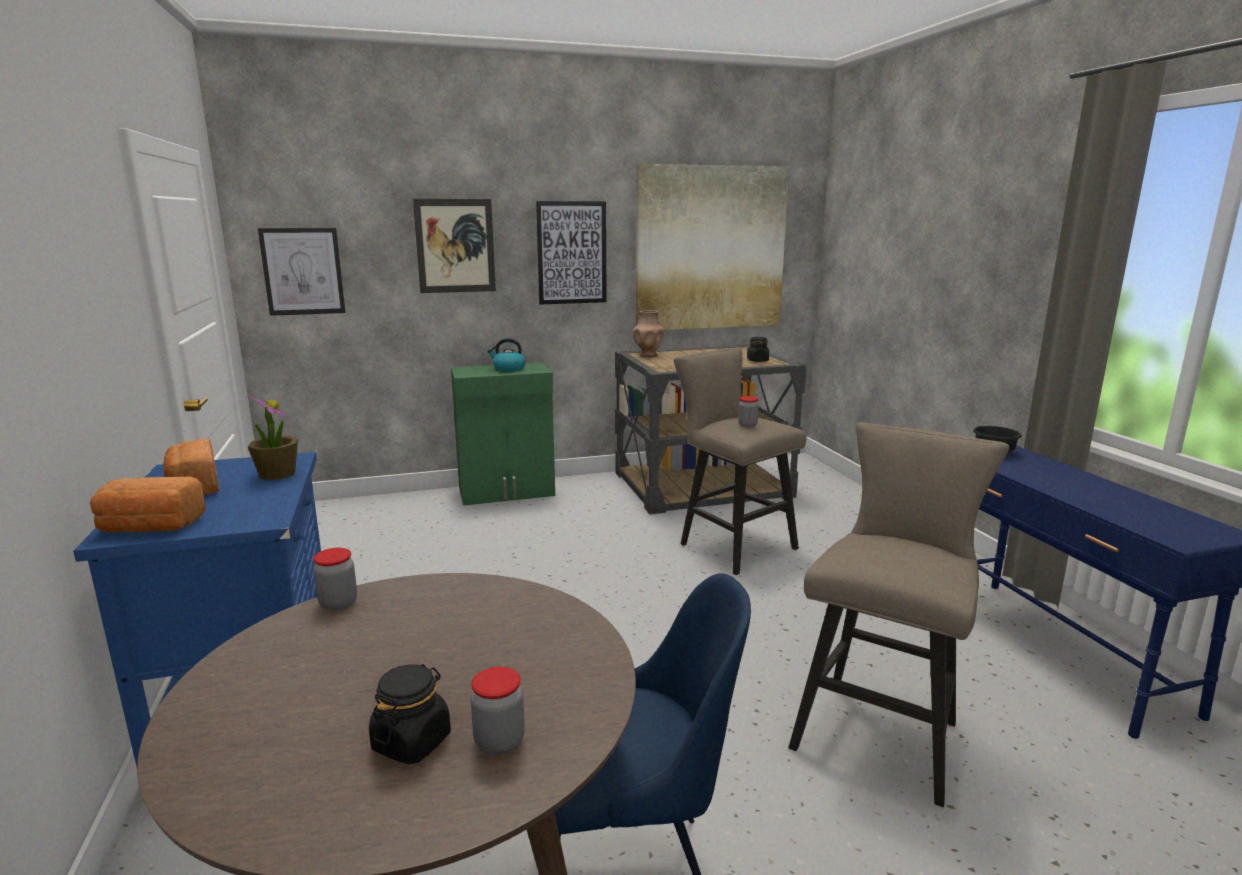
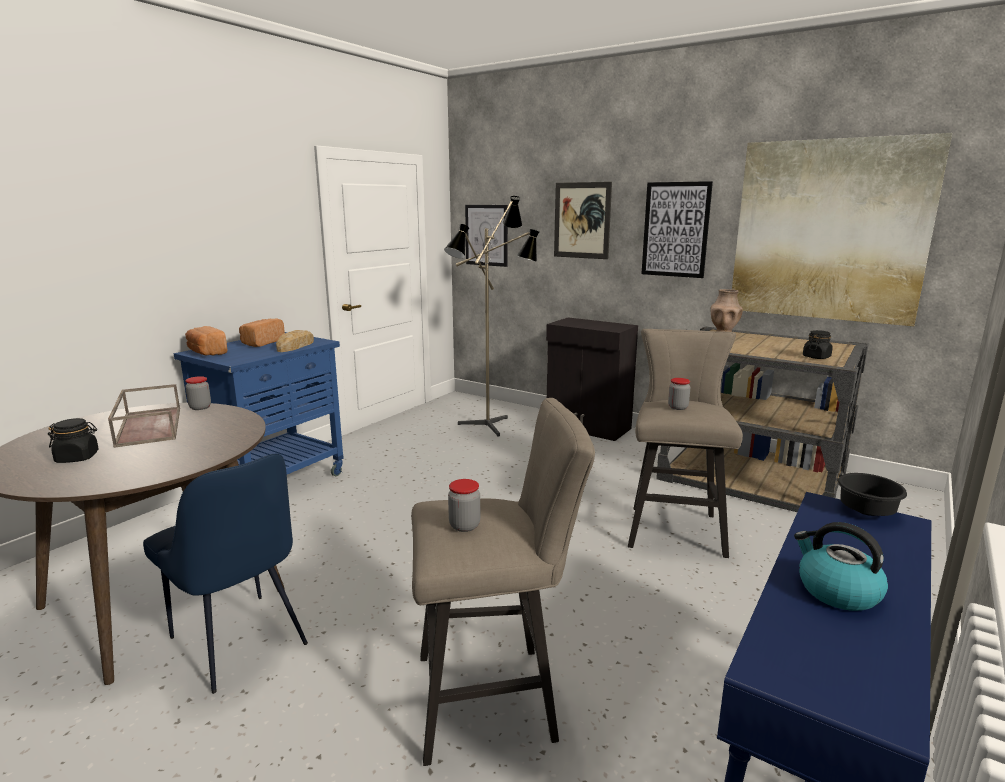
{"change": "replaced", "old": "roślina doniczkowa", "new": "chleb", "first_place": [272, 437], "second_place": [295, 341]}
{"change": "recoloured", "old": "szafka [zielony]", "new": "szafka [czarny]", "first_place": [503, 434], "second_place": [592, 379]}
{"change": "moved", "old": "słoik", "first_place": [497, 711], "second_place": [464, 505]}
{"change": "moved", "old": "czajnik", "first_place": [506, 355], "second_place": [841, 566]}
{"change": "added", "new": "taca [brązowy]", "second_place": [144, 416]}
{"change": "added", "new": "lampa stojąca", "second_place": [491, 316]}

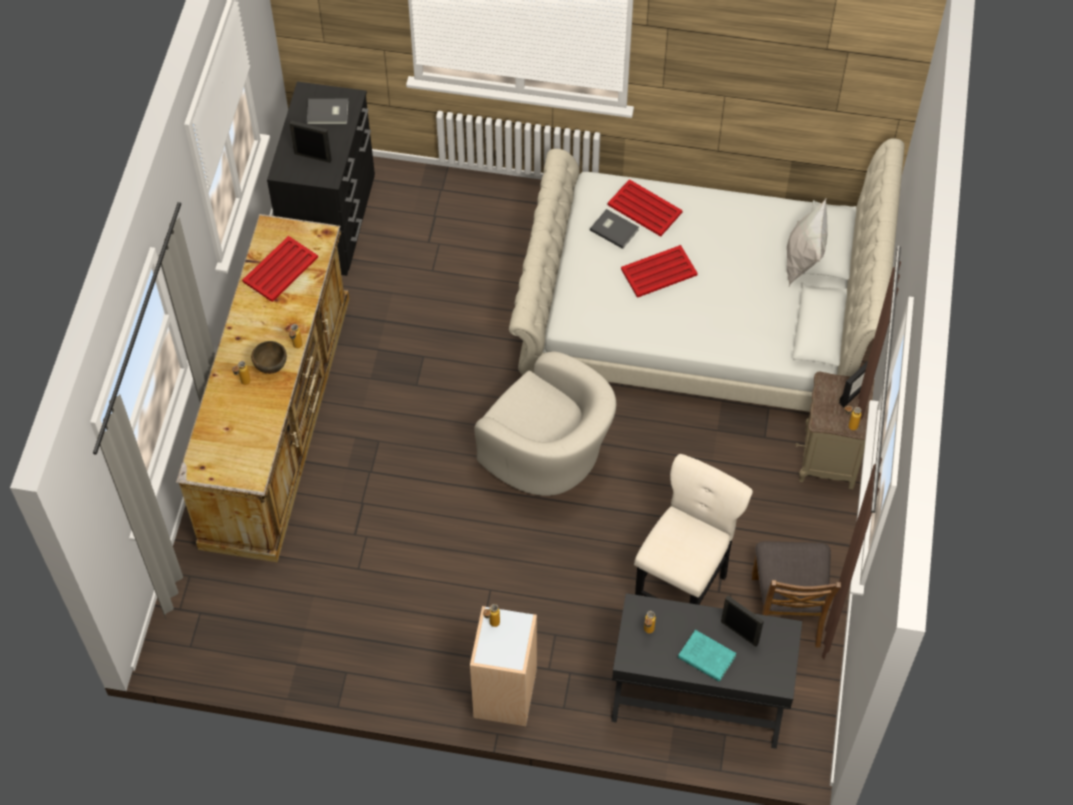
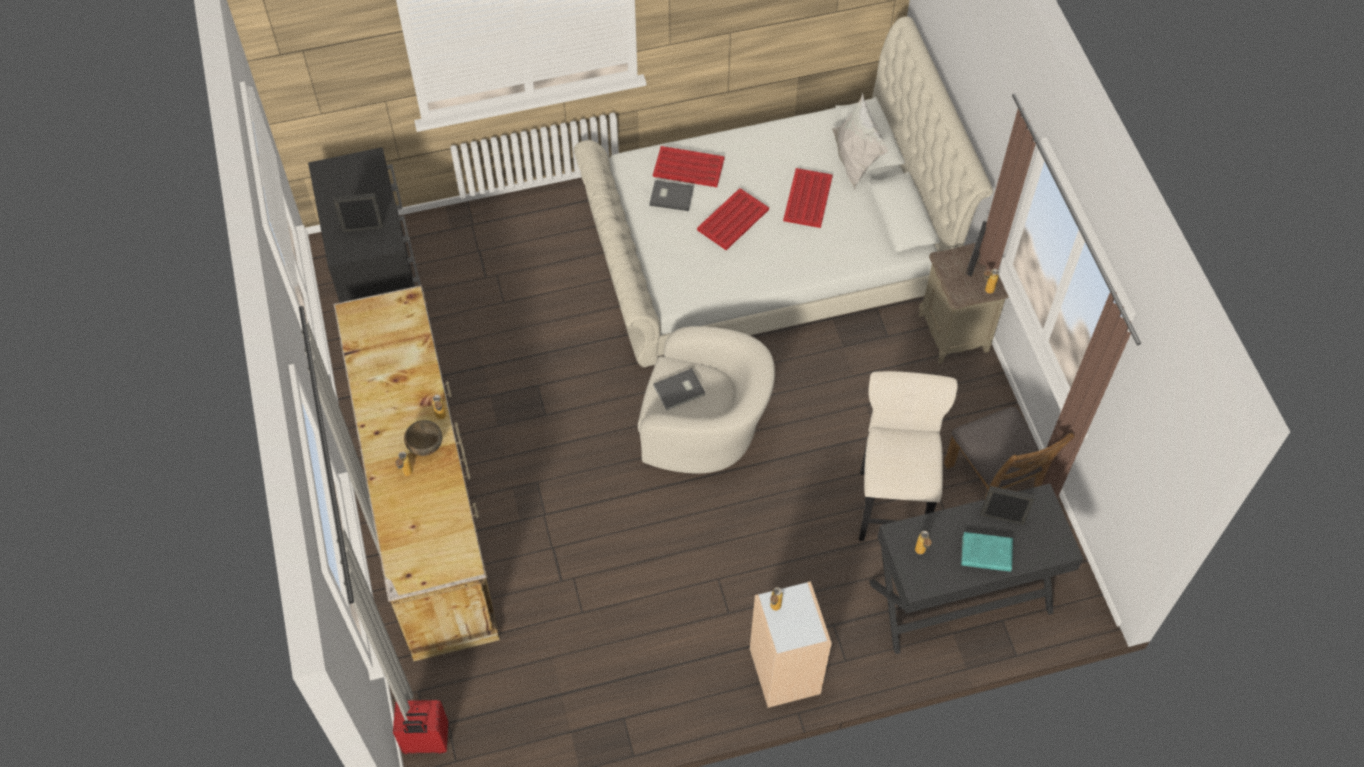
{"change": "moved", "old": "taca [czerwony]", "first_place": [280, 269], "second_place": [808, 198]}
{"change": "moved", "old": "książka [szary]", "first_place": [328, 111], "second_place": [679, 389]}
{"change": "added", "new": "walizka [czerwony]", "second_place": [421, 727]}

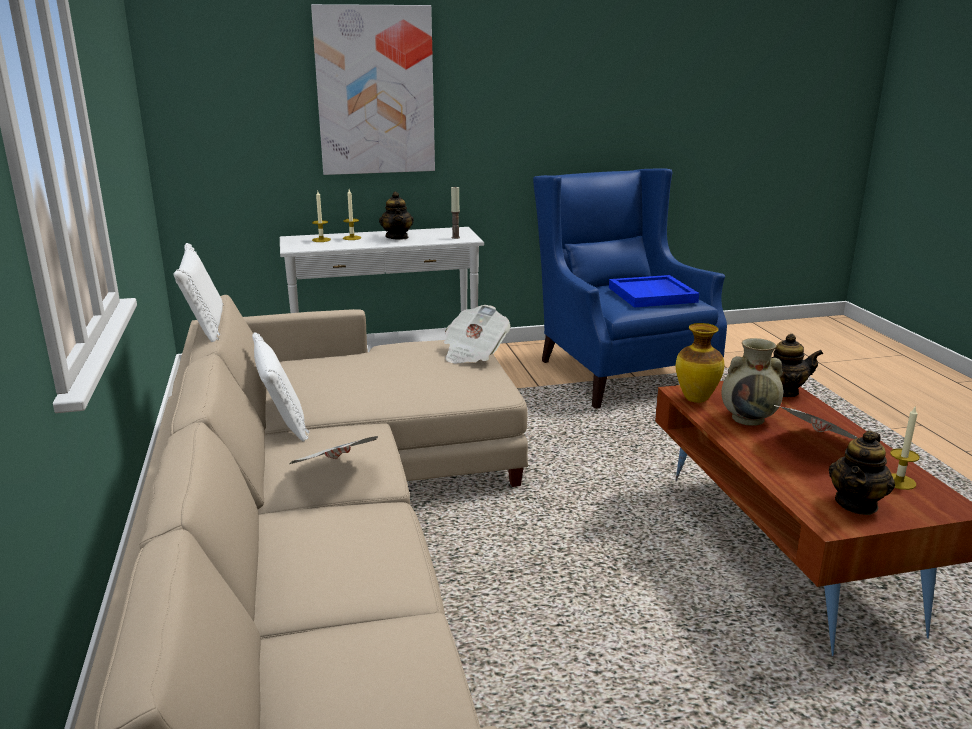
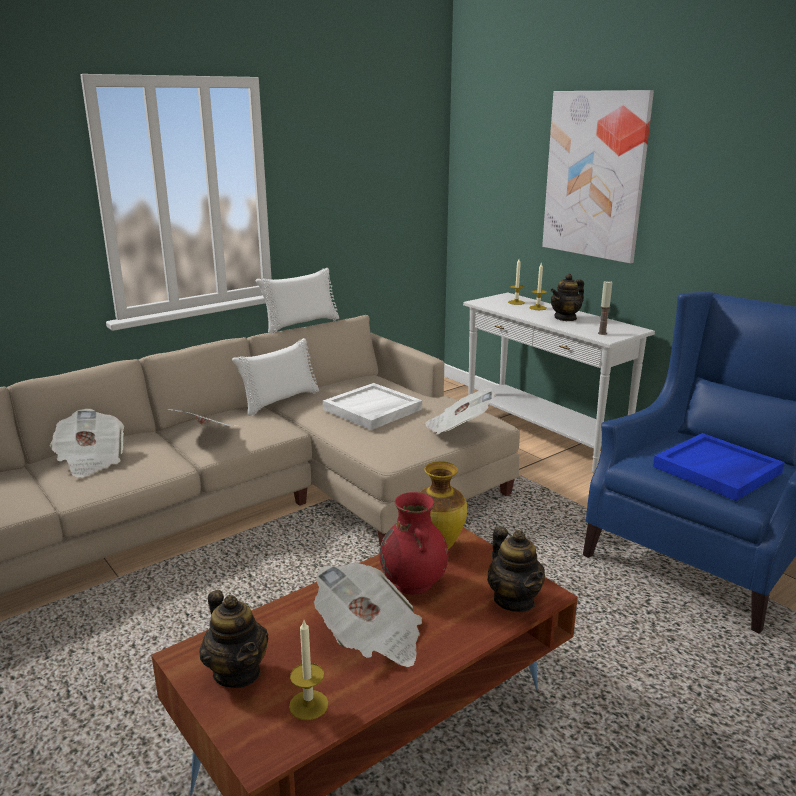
{"change": "recoloured", "old": "wazon [beżowy]", "new": "wazon [czerwony]", "first_place": [752, 382], "second_place": [414, 543]}
{"change": "turned", "old": "imbryk", "first_place": [862, 472], "second_place": [234, 639], "degrees": -135}
{"change": "added", "new": "gazeta", "second_place": [87, 443]}
{"change": "added", "new": "taca [biały]", "second_place": [372, 406]}

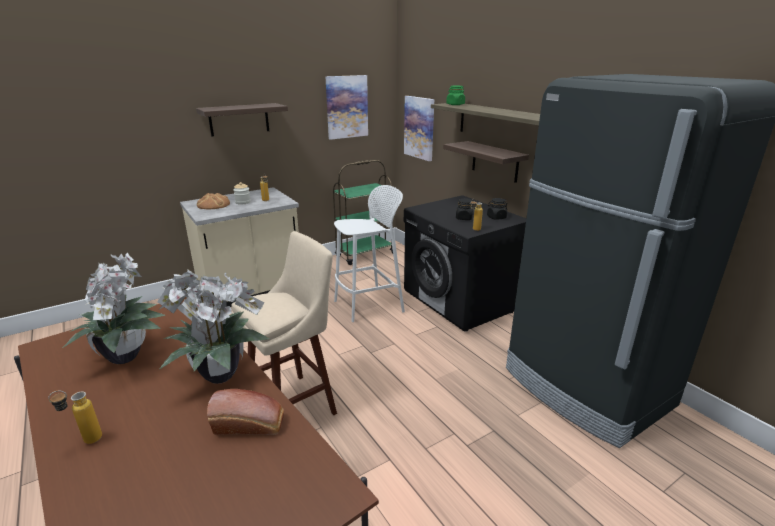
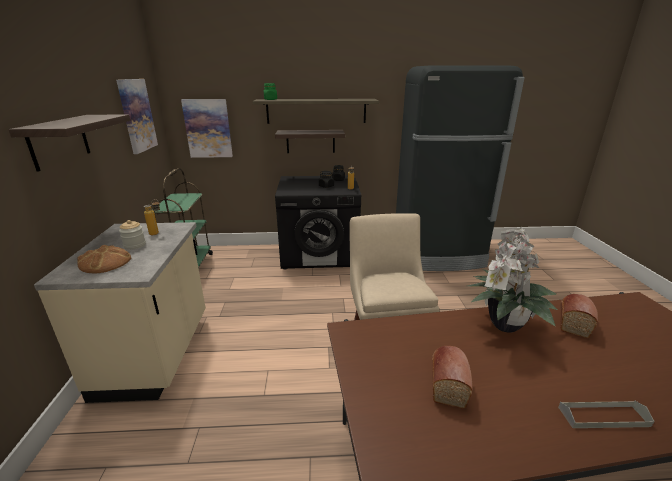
{"change": "replaced", "old": "butelka", "new": "taca [szary]", "first_place": [75, 417], "second_place": [606, 414]}
{"change": "replaced", "old": "roślina doniczkowa", "new": "chleb", "first_place": [115, 308], "second_place": [452, 377]}
{"change": "removed", "old": "stołek [biały]", "first_place": [369, 253]}

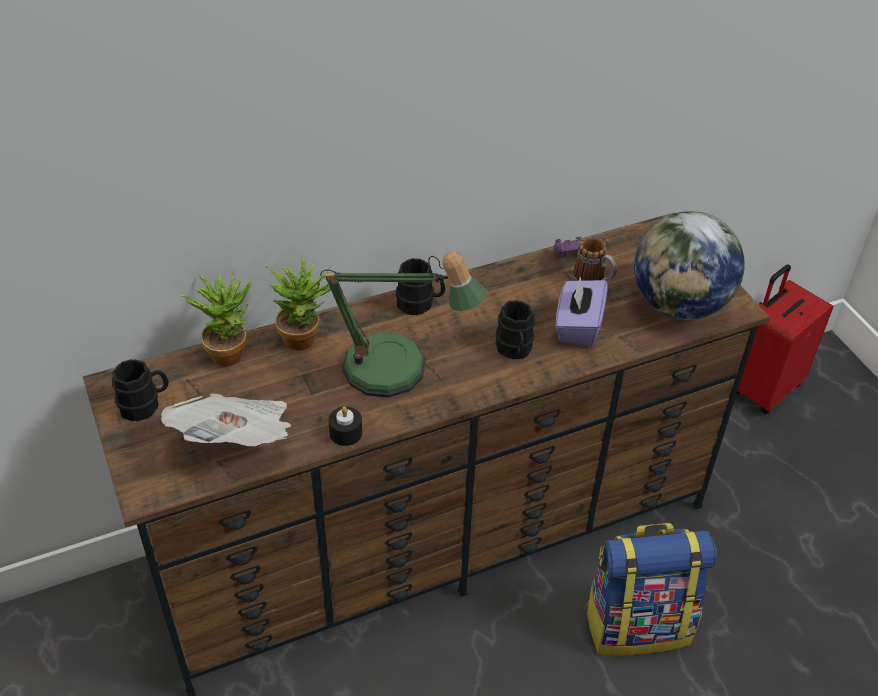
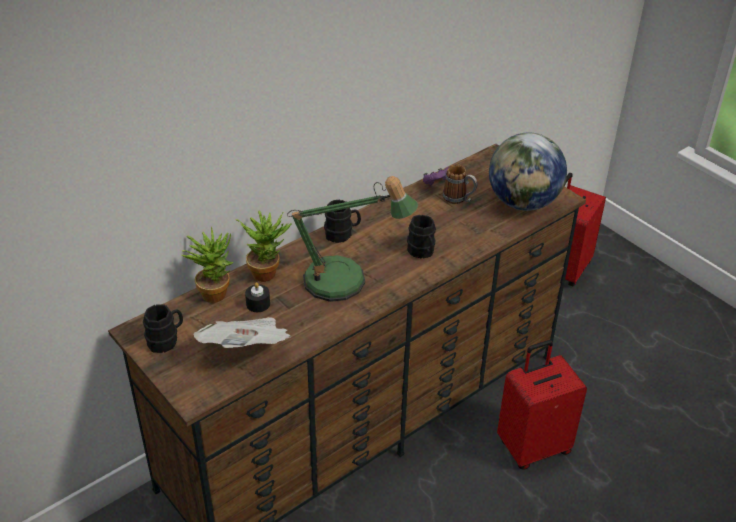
{"change": "moved", "old": "świeca [czarny]", "first_place": [345, 426], "second_place": [257, 297]}
{"change": "removed", "old": "pudełko chusteczek [fioletowy]", "first_place": [581, 312]}
{"change": "replaced", "old": "plecak", "new": "walizka [czerwony]", "first_place": [651, 589], "second_place": [542, 405]}

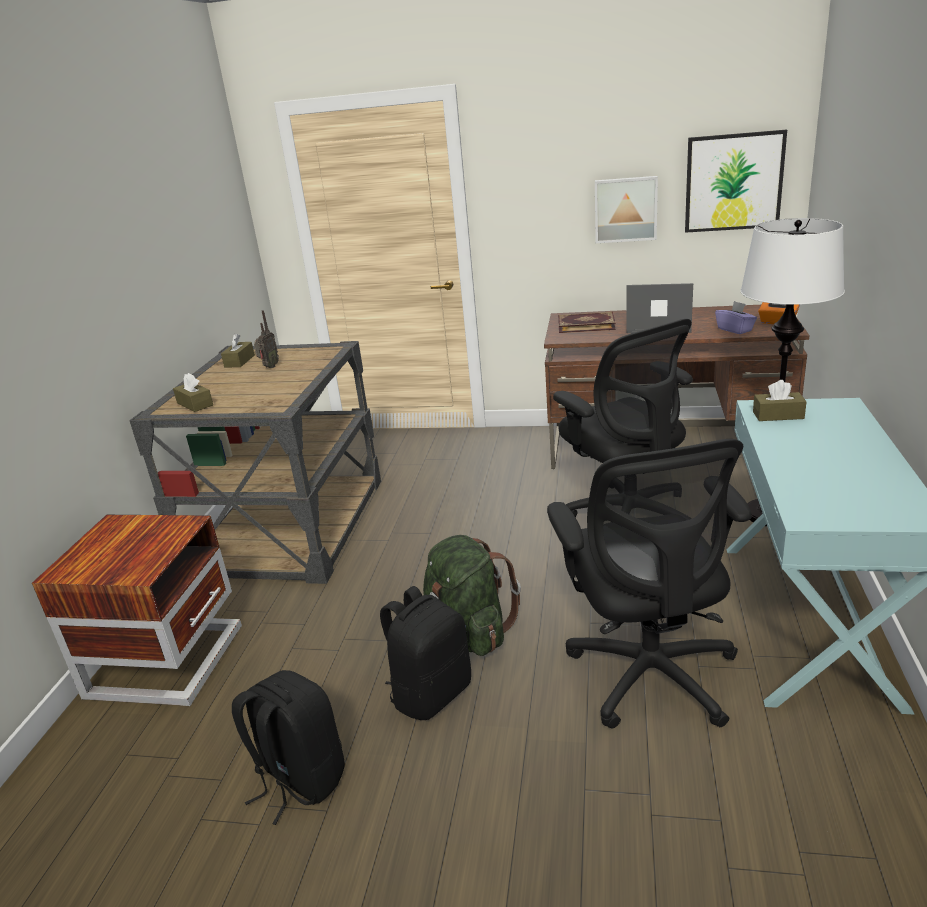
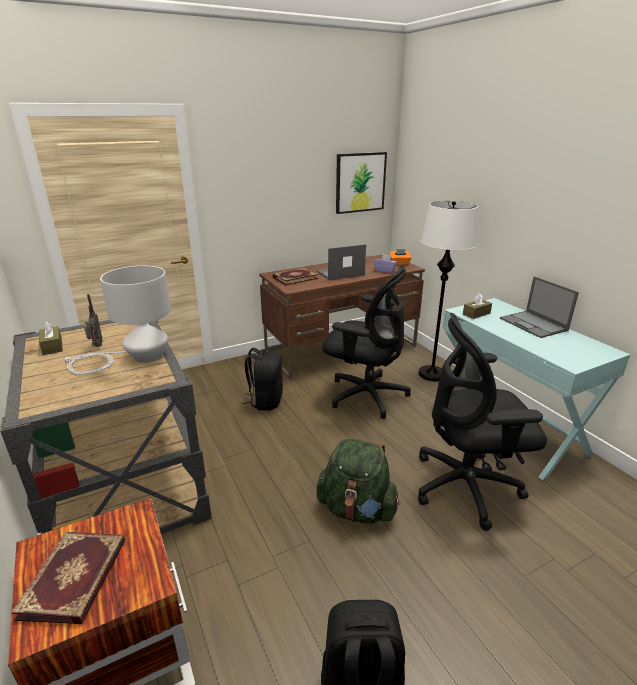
{"change": "removed", "old": "pudełko chusteczek [brązowy]", "first_place": [193, 392]}
{"change": "moved", "old": "plecak [czarny]", "first_place": [425, 653], "second_place": [262, 379]}
{"change": "turned", "old": "krzesło biurowe [czarny]", "first_place": [649, 584], "second_place": [482, 422], "degrees": 135}
{"change": "removed", "old": "obraz", "first_place": [626, 209]}
{"change": "added", "new": "książka", "second_place": [68, 578]}
{"change": "added", "new": "lampa stołowa [szary]", "second_place": [117, 320]}
{"change": "added", "new": "laptop", "second_place": [539, 307]}

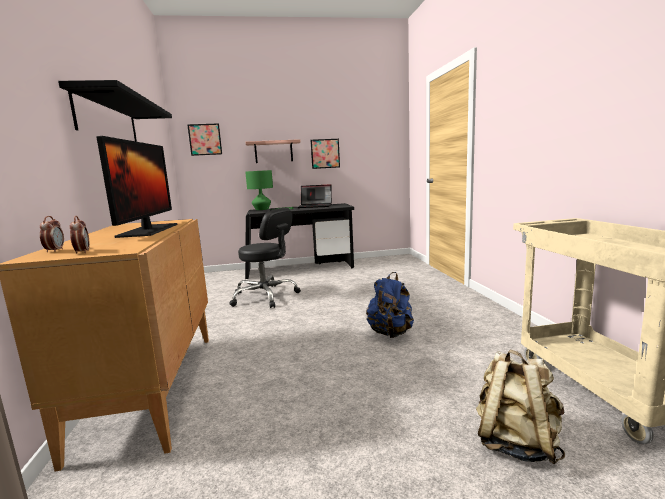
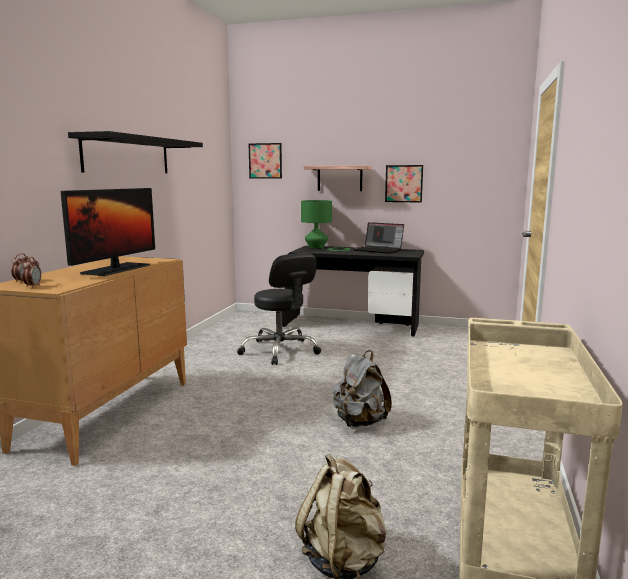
{"change": "recoloured", "old": "plecak [niebieski]", "new": "plecak [szary]", "first_place": [390, 305], "second_place": [362, 388]}

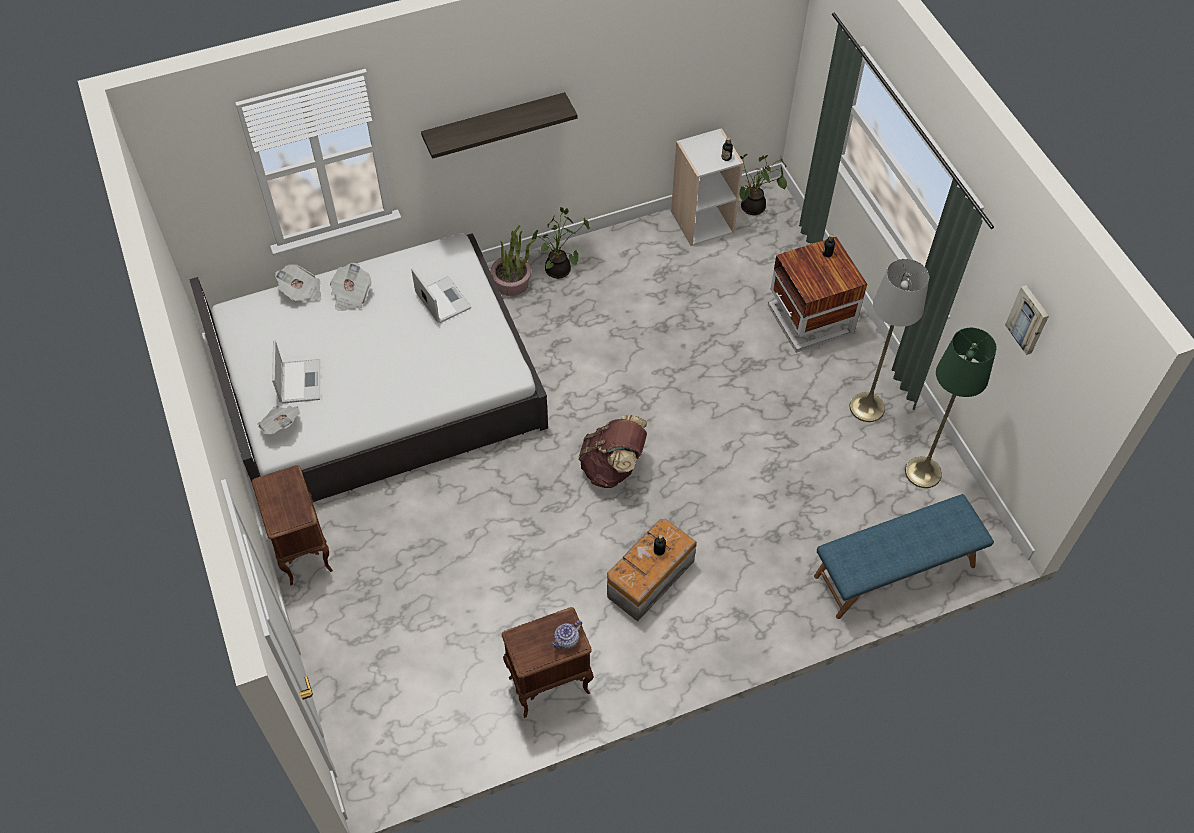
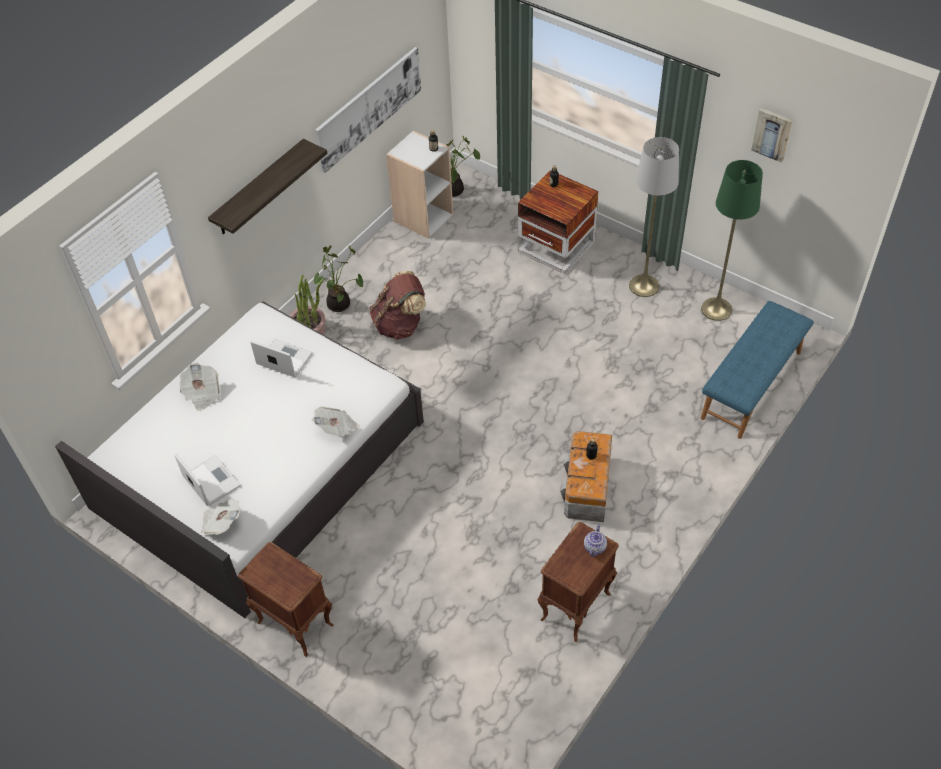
{"change": "moved", "old": "gazeta", "first_place": [298, 283], "second_place": [336, 422]}
{"change": "moved", "old": "plecak [brązowy]", "first_place": [613, 451], "second_place": [397, 305]}
{"change": "added", "new": "obraz", "second_place": [368, 110]}

